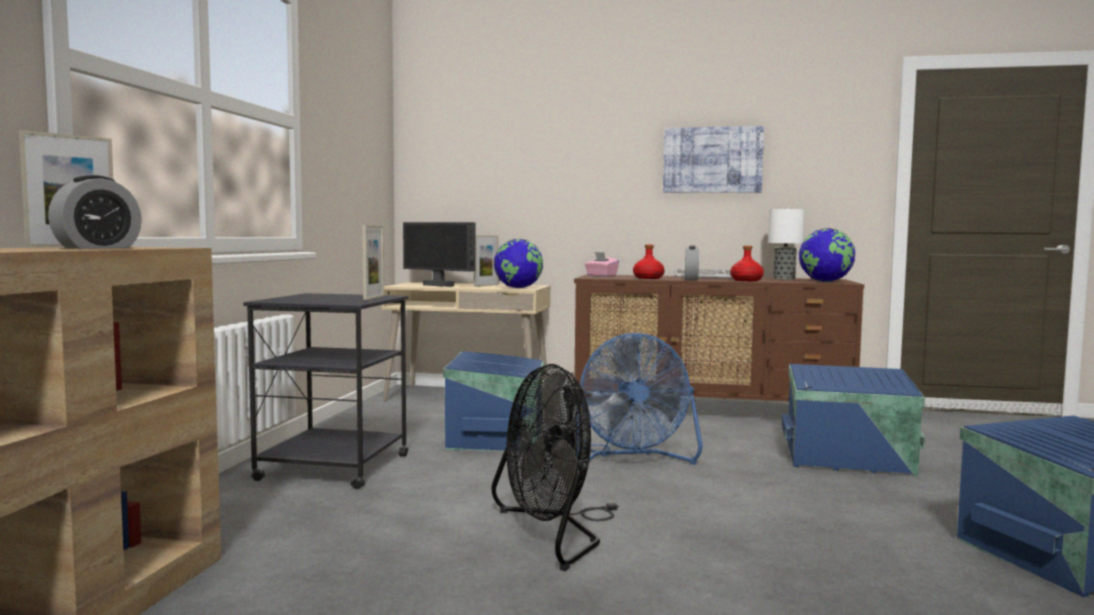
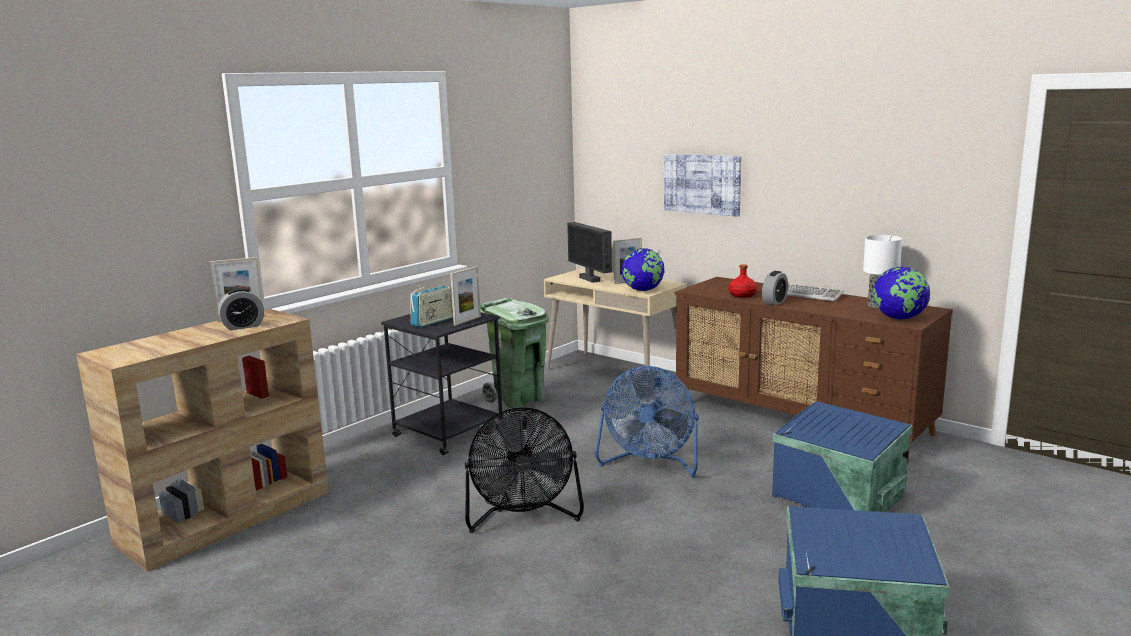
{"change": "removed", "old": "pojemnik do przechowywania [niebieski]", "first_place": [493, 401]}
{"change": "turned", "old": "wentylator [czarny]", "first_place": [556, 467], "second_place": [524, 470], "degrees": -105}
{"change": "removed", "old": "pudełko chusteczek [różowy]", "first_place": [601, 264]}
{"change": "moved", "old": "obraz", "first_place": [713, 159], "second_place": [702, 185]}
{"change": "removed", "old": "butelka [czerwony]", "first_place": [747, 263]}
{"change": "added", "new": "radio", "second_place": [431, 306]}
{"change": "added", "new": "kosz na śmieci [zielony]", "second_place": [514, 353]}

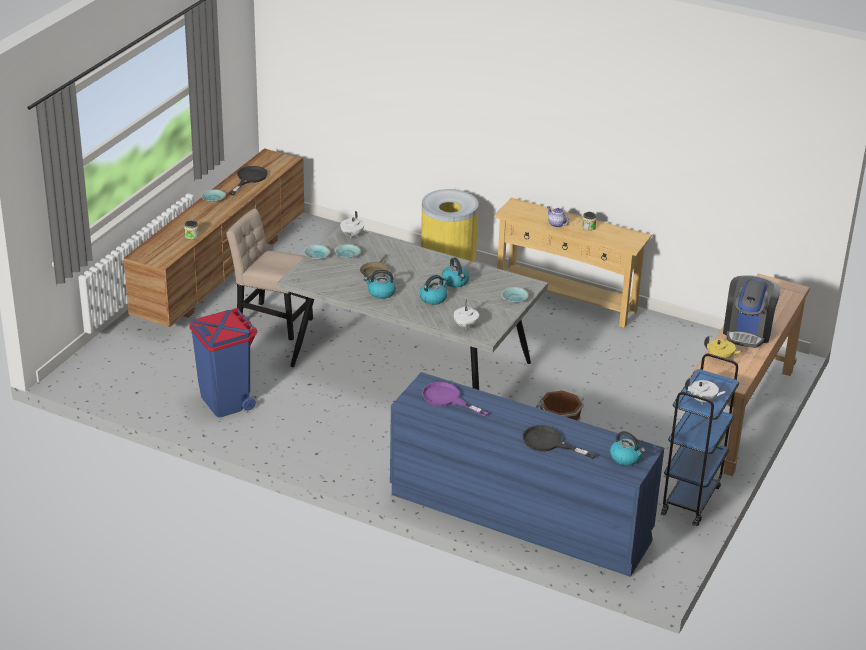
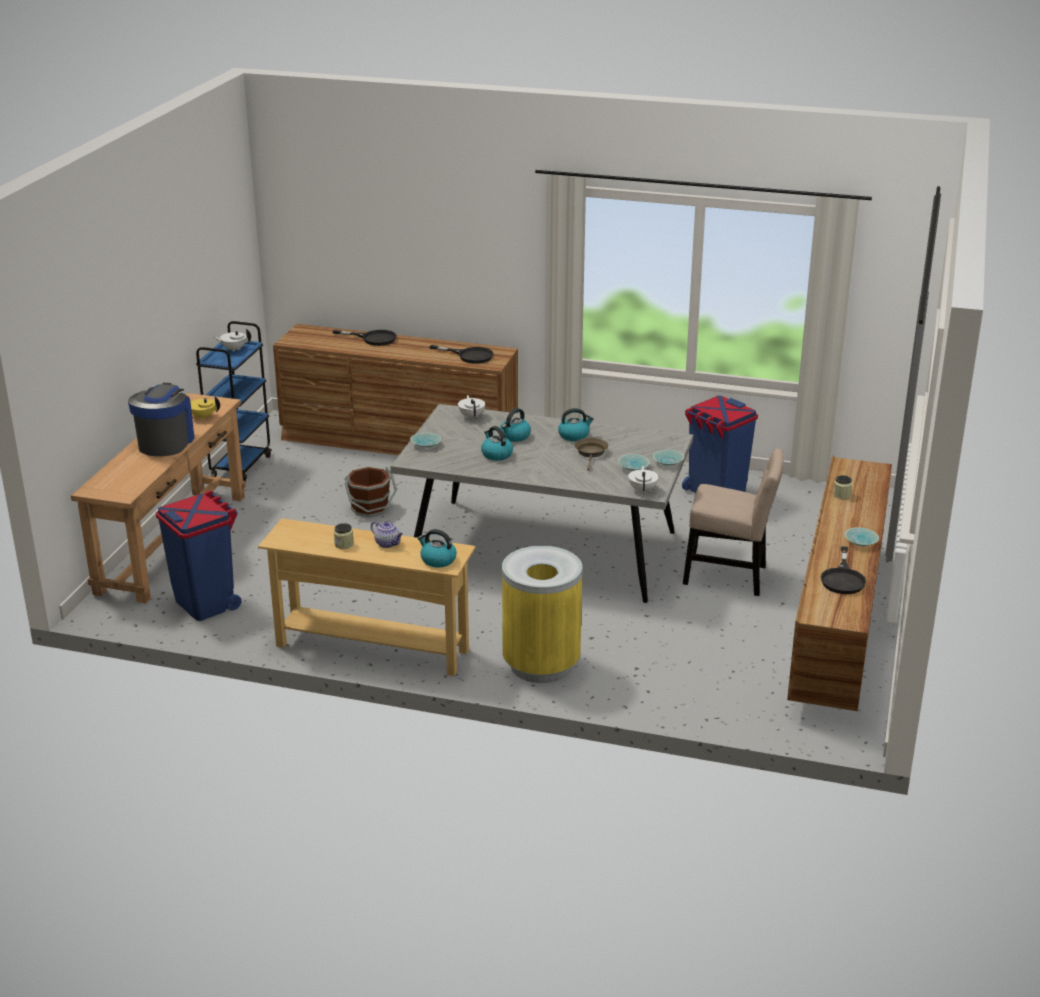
{"change": "recoloured", "old": "komoda [niebieski]", "new": "komoda [brązowy]", "first_place": [527, 474], "second_place": [395, 389]}
{"change": "recoloured", "old": "patelnia [fioletowy]", "new": "patelnia [czarny]", "first_place": [455, 399], "second_place": [461, 354]}
{"change": "moved", "old": "czajnik", "first_place": [627, 448], "second_place": [437, 548]}
{"change": "added", "new": "kosz na śmieci [niebieski]", "second_place": [199, 556]}

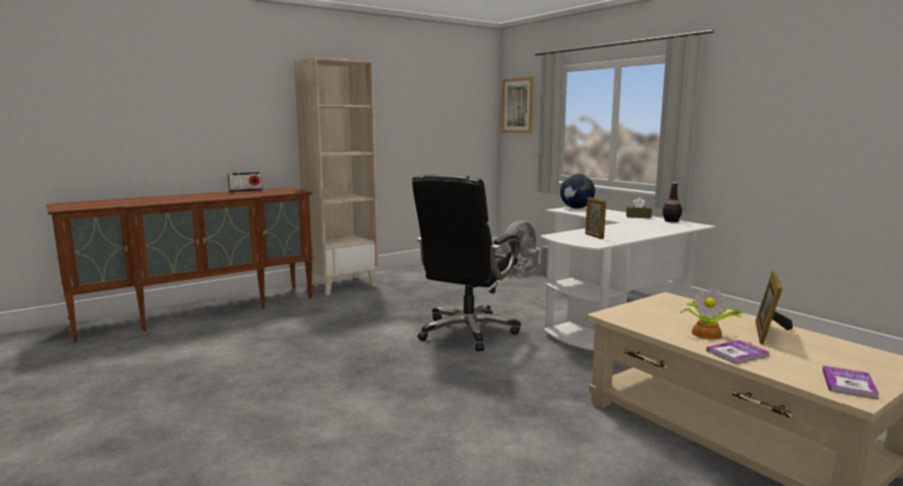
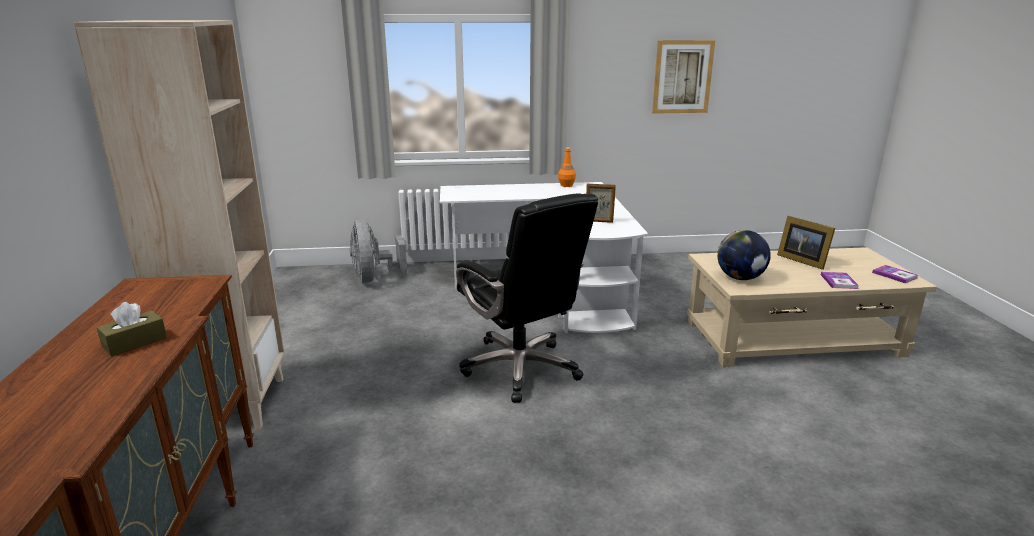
{"change": "removed", "old": "radio", "first_place": [245, 182]}
{"change": "moved", "old": "obraz", "first_place": [517, 105], "second_place": [683, 77]}
{"change": "moved", "old": "globus", "first_place": [577, 191], "second_place": [744, 255]}
{"change": "moved", "old": "pudełko chusteczek [brązowy]", "first_place": [639, 207], "second_place": [132, 329]}
{"change": "recoloured", "old": "butelka [czarny]", "new": "butelka [pomarańczowy]", "first_place": [672, 202], "second_place": [567, 167]}
{"change": "removed", "old": "roślina doniczkowa", "first_place": [711, 313]}

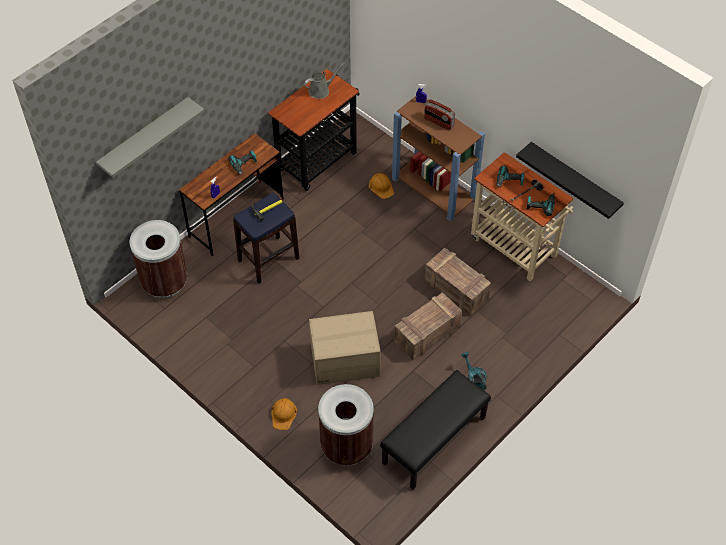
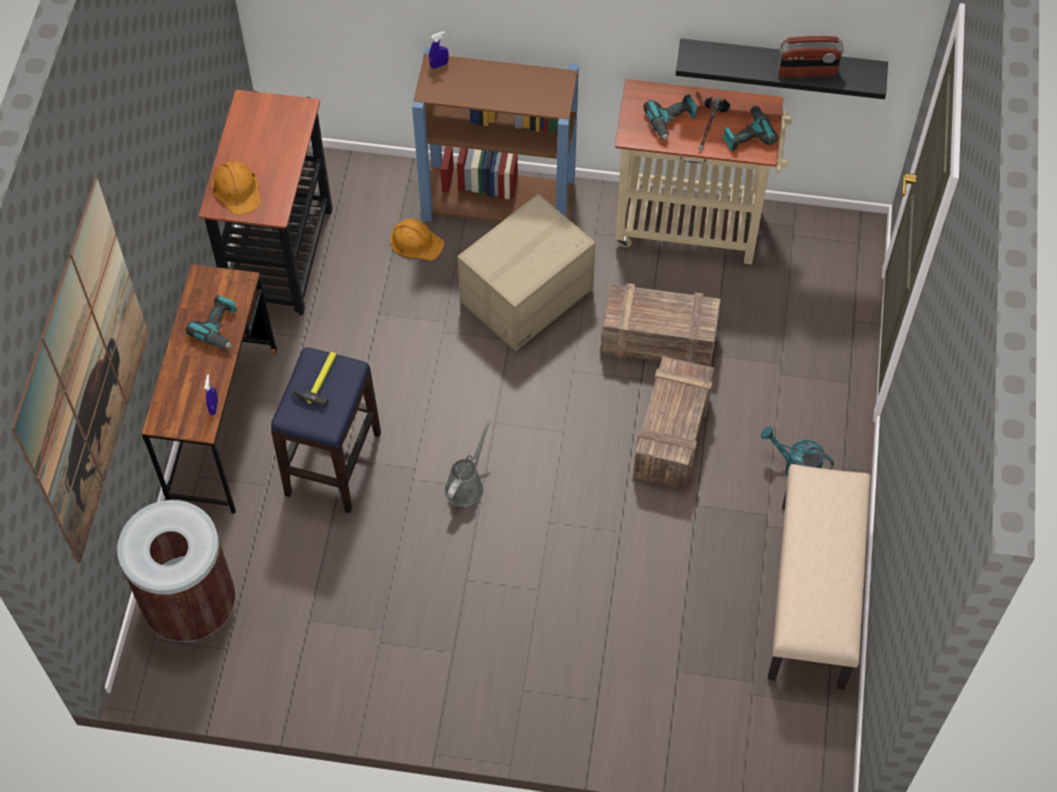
{"change": "replaced", "old": "półka [szary]", "new": "obraz", "first_place": [150, 137], "second_place": [80, 370]}
{"change": "moved", "old": "kask [pomarańczowy]", "first_place": [284, 414], "second_place": [236, 188]}
{"change": "moved", "old": "konewka [szary]", "first_place": [324, 81], "second_place": [467, 464]}
{"change": "moved", "old": "karton", "first_place": [344, 348], "second_place": [526, 272]}
{"change": "removed", "old": "kosz na śmieci [brązowy]", "first_place": [346, 424]}
{"change": "recoloured", "old": "ławka [czarny]", "new": "ławka [beżowy]", "first_place": [435, 430], "second_place": [819, 577]}
{"change": "moved", "old": "radio", "first_place": [439, 114], "second_place": [811, 57]}

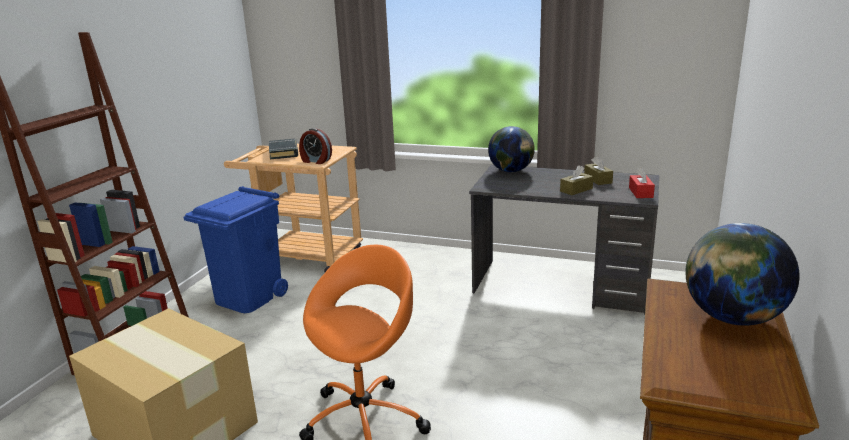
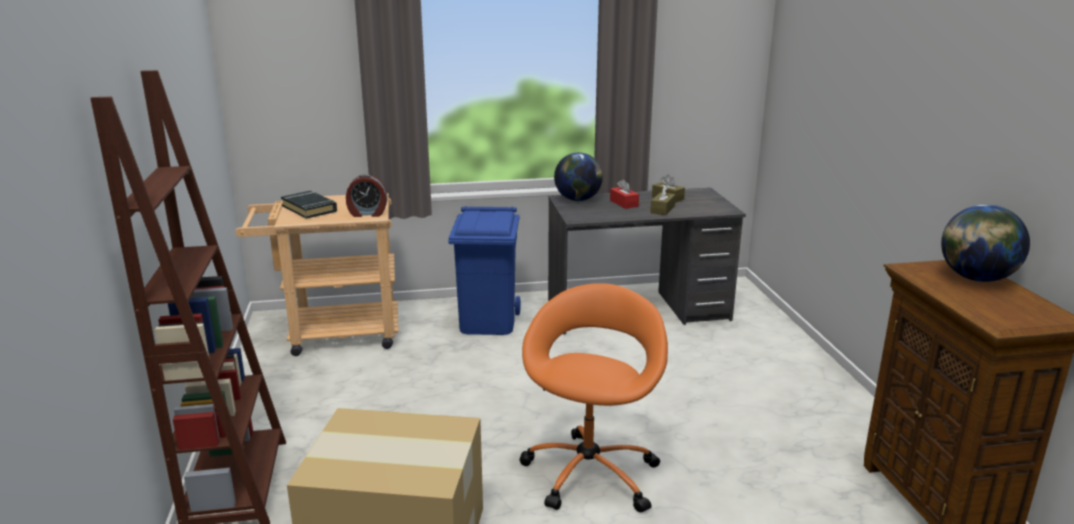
{"change": "moved", "old": "kosz na śmieci [niebieski]", "first_place": [236, 249], "second_place": [484, 270]}
{"change": "moved", "old": "pudełko chusteczek [czerwony]", "first_place": [642, 182], "second_place": [624, 194]}

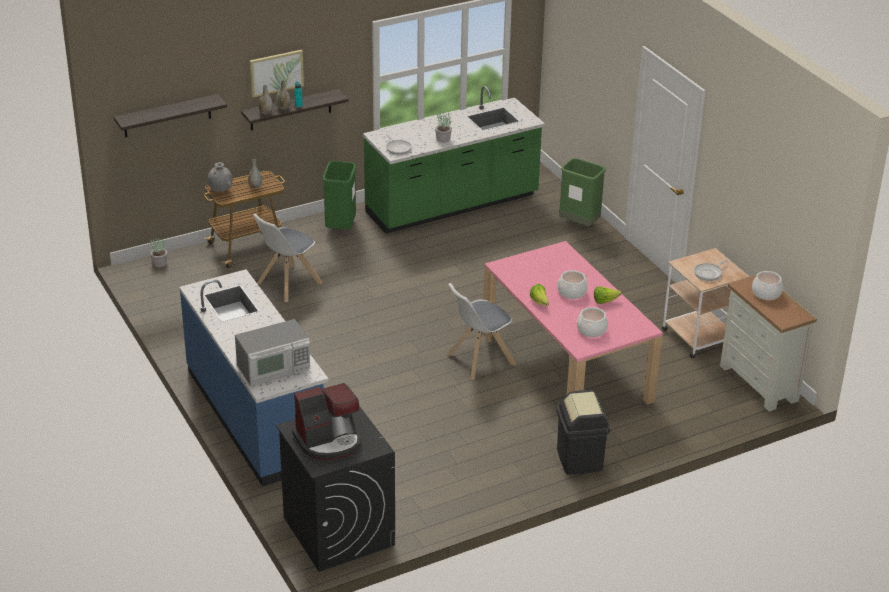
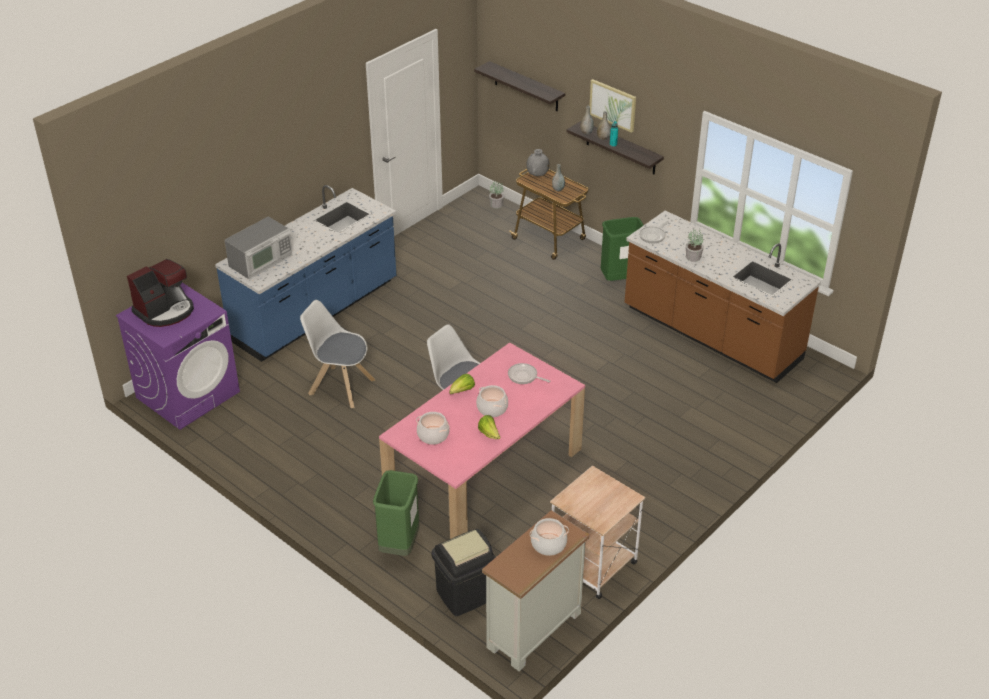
{"change": "turned", "old": "mikrofalówka", "first_place": [272, 352], "second_place": [258, 247], "degrees": -90}
{"change": "moved", "old": "krzesło", "first_place": [287, 258], "second_place": [337, 354]}
{"change": "recoloured", "old": "pralka [czarny]", "new": "pralka [fioletowy]", "first_place": [335, 489], "second_place": [178, 356]}
{"change": "turned", "old": "ekspres do kawy", "first_place": [326, 421], "second_place": [160, 293], "degrees": -90}
{"change": "recoloured", "old": "zabudowa kuchenna [zielony]", "new": "zabudowa kuchenna [brązowy]", "first_place": [454, 160], "second_place": [722, 297]}
{"change": "moved", "old": "kosz na śmieci [czarny]", "first_place": [583, 432], "second_place": [463, 572]}
{"change": "moved", "old": "kosz na śmieci [zielony]", "first_place": [582, 192], "second_place": [396, 513]}
{"change": "moved", "old": "patelnia", "first_place": [711, 270], "second_place": [529, 373]}

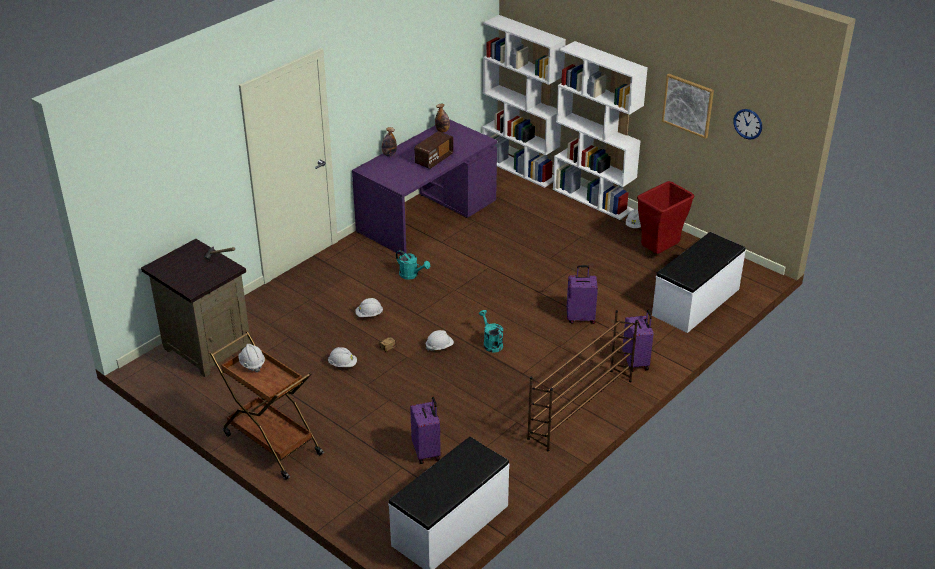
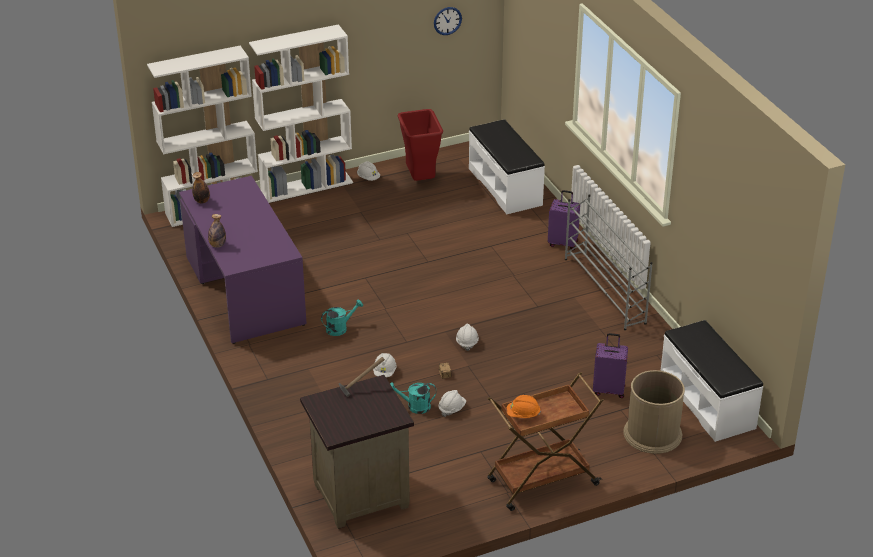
{"change": "recoloured", "old": "kask [biały]", "new": "kask [pomarańczowy]", "first_place": [252, 358], "second_place": [523, 406]}
{"change": "removed", "old": "radio", "first_place": [433, 150]}
{"change": "moved", "old": "konewka [turkusowy]", "first_place": [491, 331], "second_place": [413, 398]}
{"change": "recoloured", "old": "regał na buty [brązowy]", "new": "regał na buty [szary]", "first_place": [582, 380], "second_place": [609, 262]}
{"change": "removed", "old": "walizka [fioletowy]", "first_place": [582, 294]}
{"change": "removed", "old": "obraz", "first_place": [688, 106]}
{"change": "added", "new": "kosz na śmieci [brązowy]", "second_place": [654, 412]}

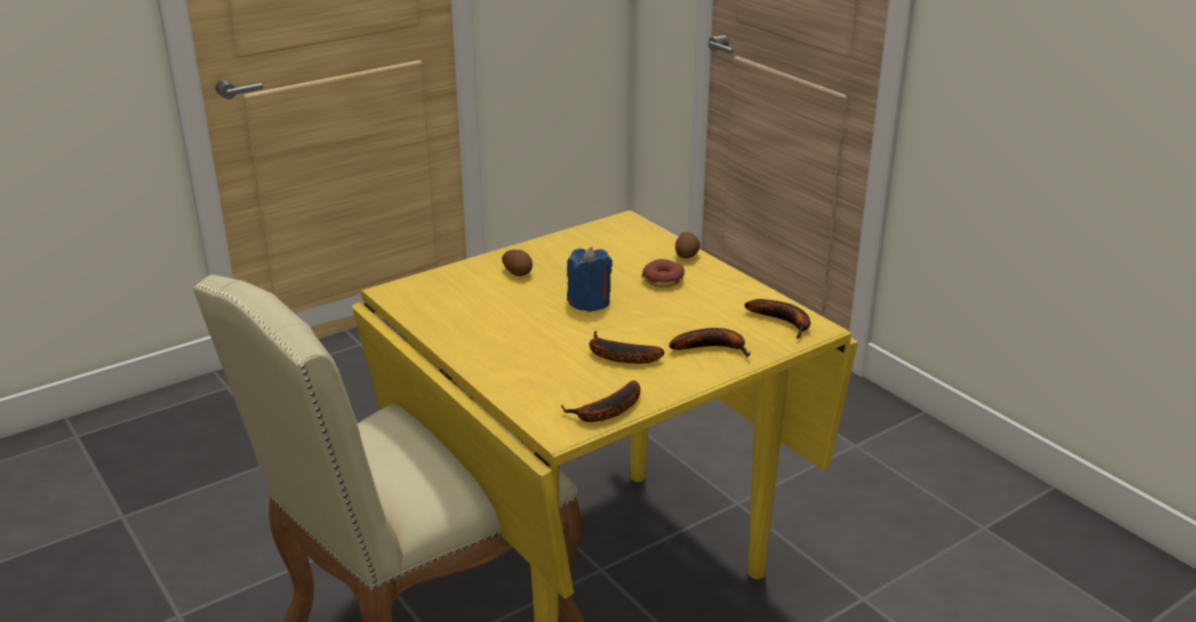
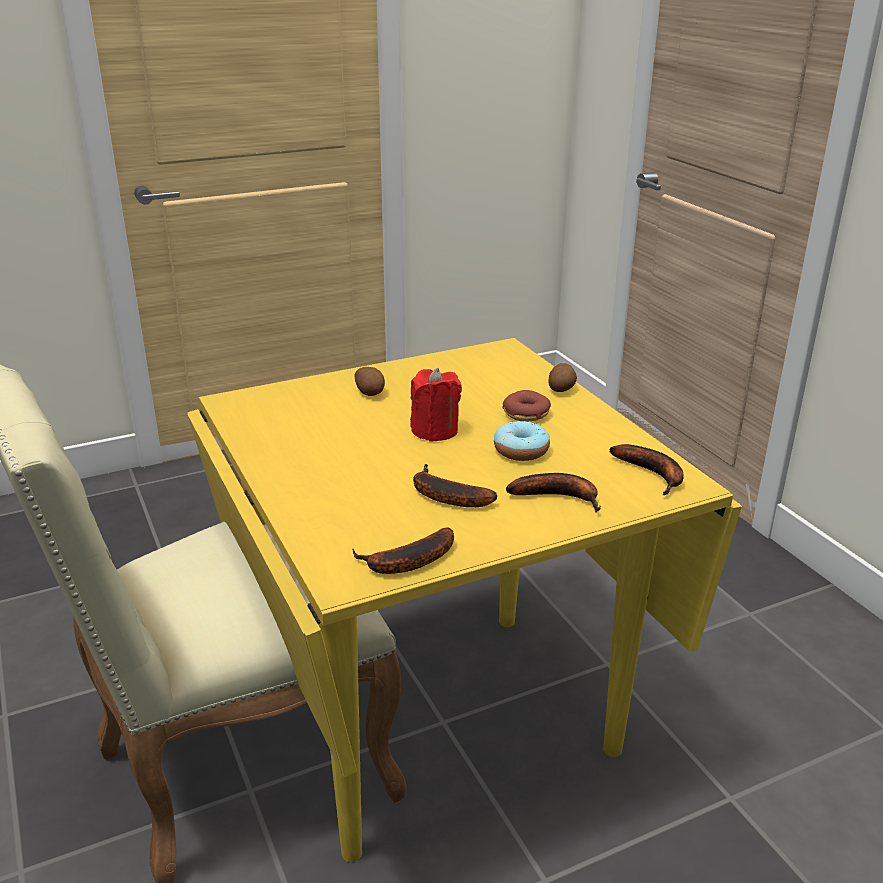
{"change": "recoloured", "old": "świeca [niebieski]", "new": "świeca [czerwony]", "first_place": [589, 279], "second_place": [436, 405]}
{"change": "added", "new": "donut", "second_place": [522, 441]}

